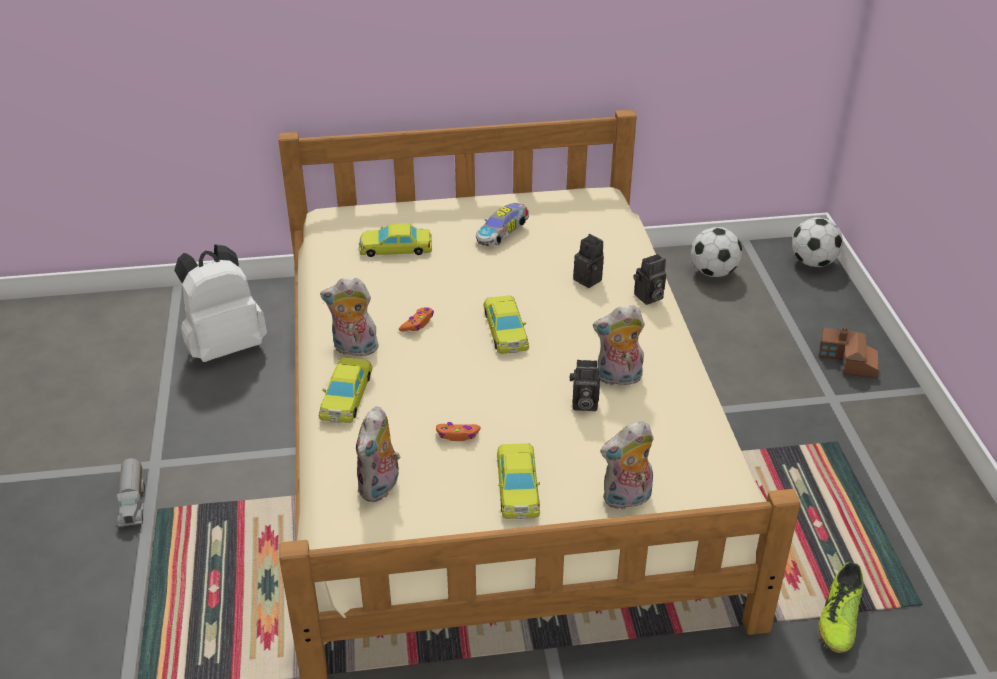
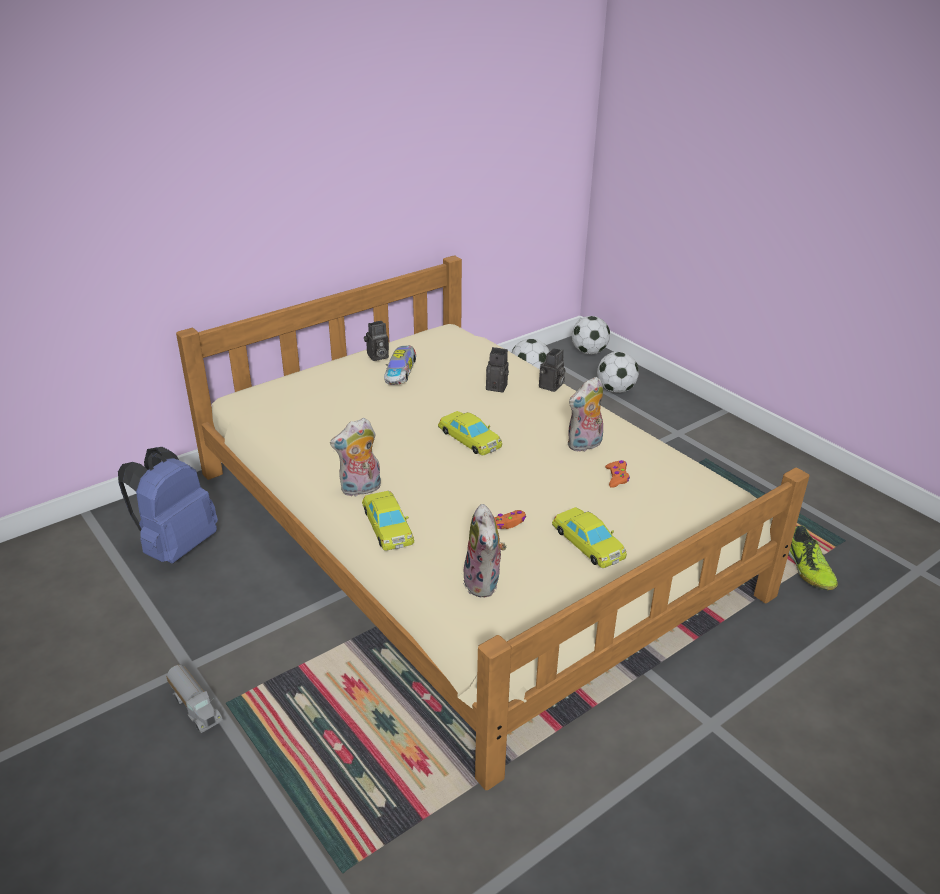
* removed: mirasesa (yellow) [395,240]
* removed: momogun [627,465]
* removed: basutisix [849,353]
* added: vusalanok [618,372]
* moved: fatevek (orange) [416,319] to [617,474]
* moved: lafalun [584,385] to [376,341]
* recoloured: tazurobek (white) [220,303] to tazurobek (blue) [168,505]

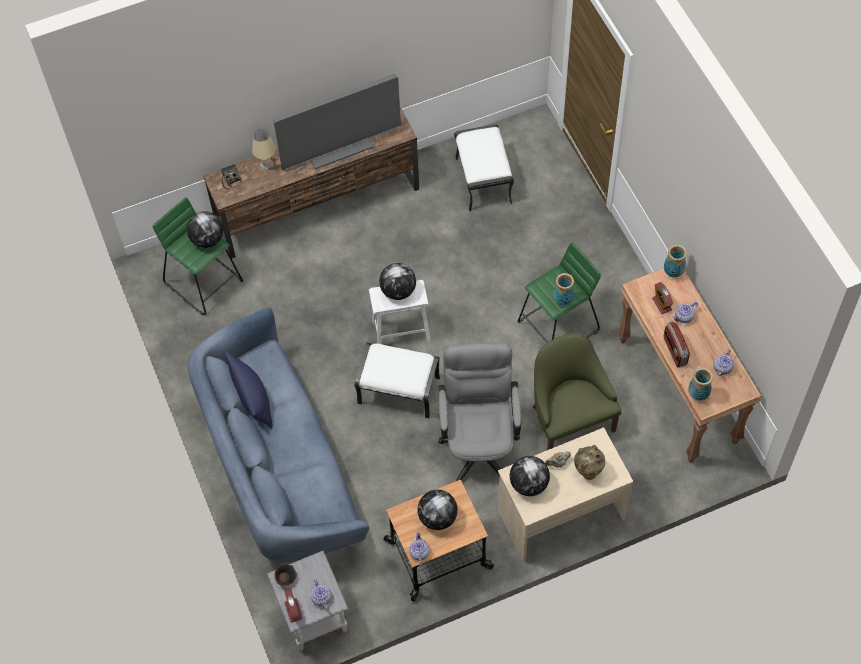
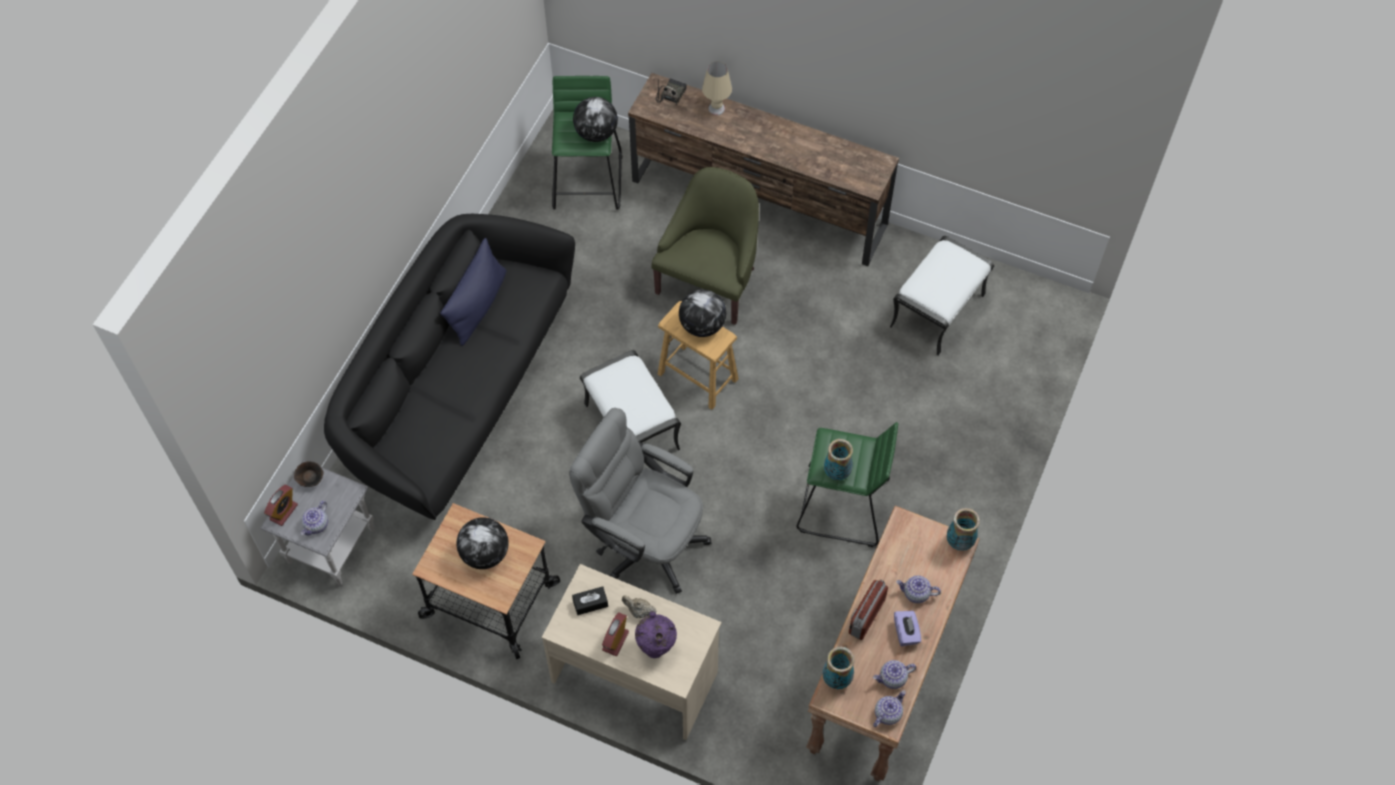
* removed: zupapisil [337,122]
* added: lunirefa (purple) [907,628]
* moved: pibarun [419,548] to [889,708]
* moved: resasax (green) [577,391] to [705,246]
* moved: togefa [662,298] to [615,634]
* replaced: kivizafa [530,476] to lunirefa (black) [590,600]
* recoloured: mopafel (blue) [278,435] to mopafel (black) [449,367]
* recoloured: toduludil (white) [400,312] to toduludil (brown) [698,355]
* recoloured: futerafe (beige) [589,462] to futerafe (purple) [656,634]
* turned: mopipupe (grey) [479,412] = [640,501] 105 degrees counterclockwise

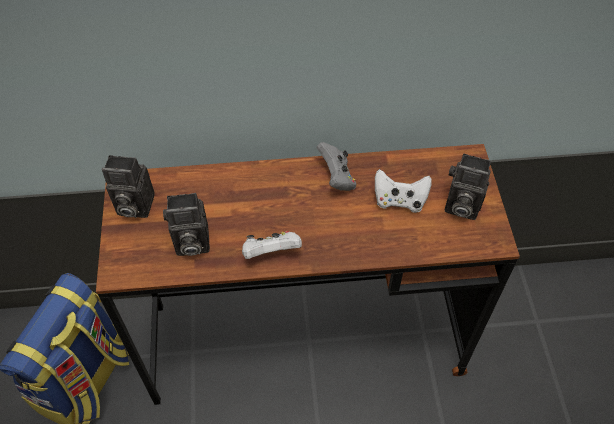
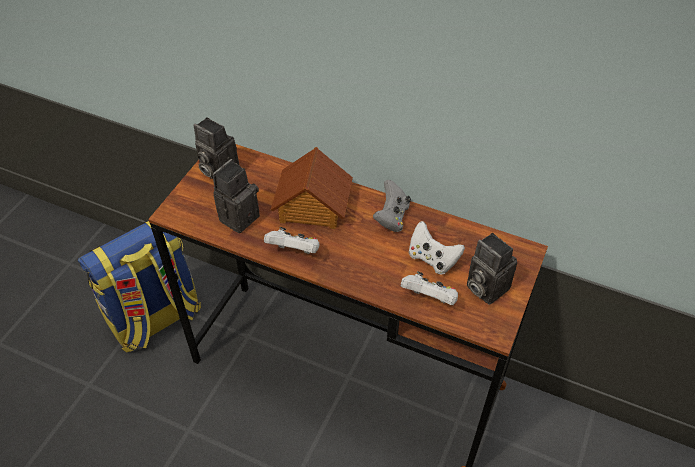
* added: basutisix [312,188]
* added: fatevek (white) [429,288]
* turned: lafalun [186,224] = [236,196] 105 degrees clockwise

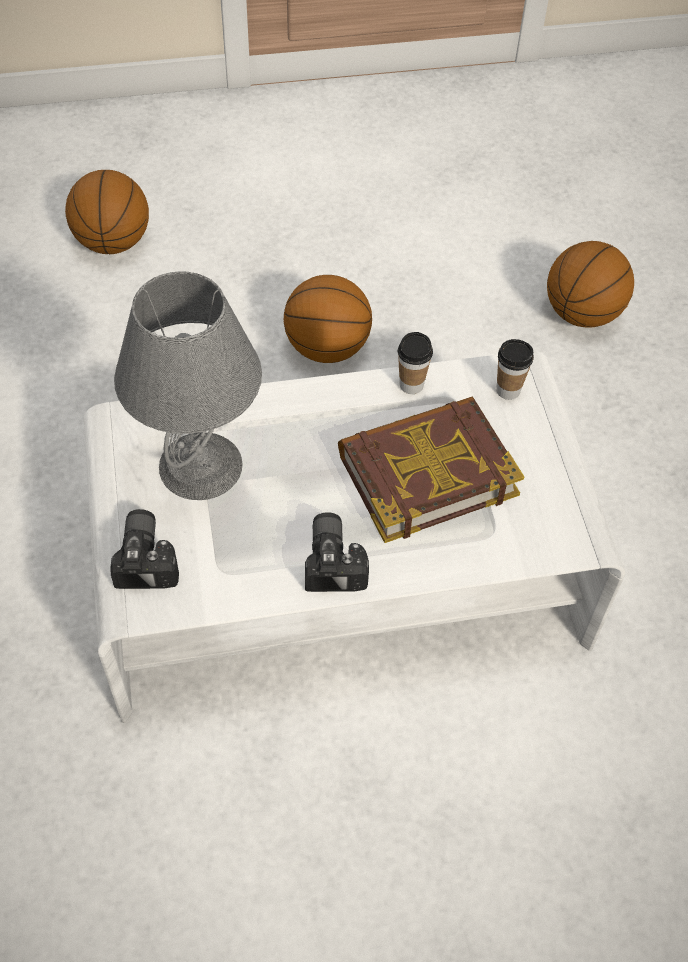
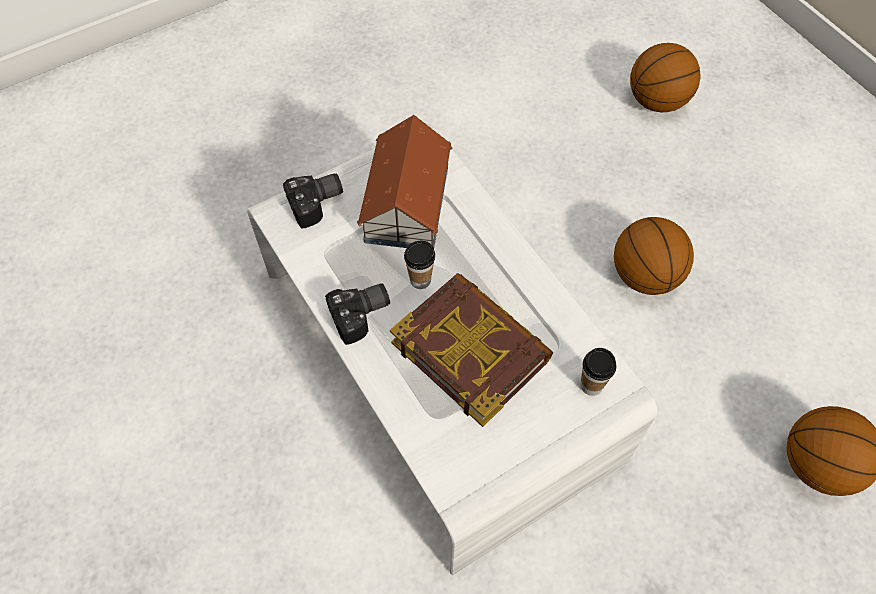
* moved: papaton [415,363] to [419,265]
* replaced: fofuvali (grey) [188,385] to basutisix [404,181]

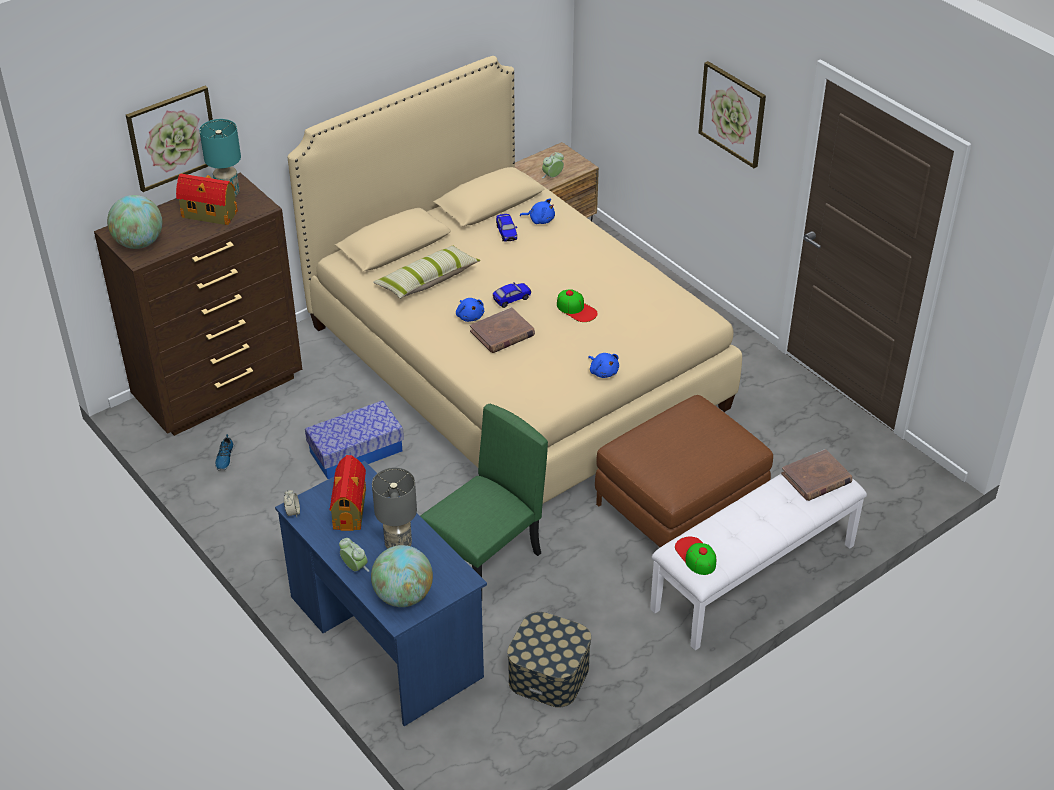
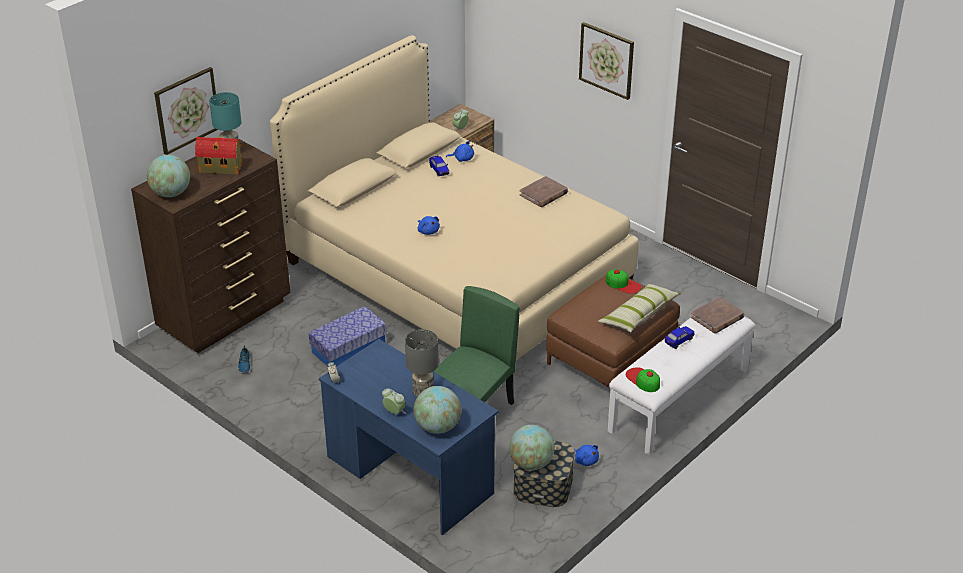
* removed: basutisix [347,493]
* added: kivizafa [532,447]
* moved: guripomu [426,272] to [639,308]
* moved: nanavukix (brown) [502,330] to [543,191]
* moved: mirasesa [512,295] to [680,337]
* moved: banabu [577,305] to [623,281]
* moved: momogun (blue) [603,365] to [586,455]

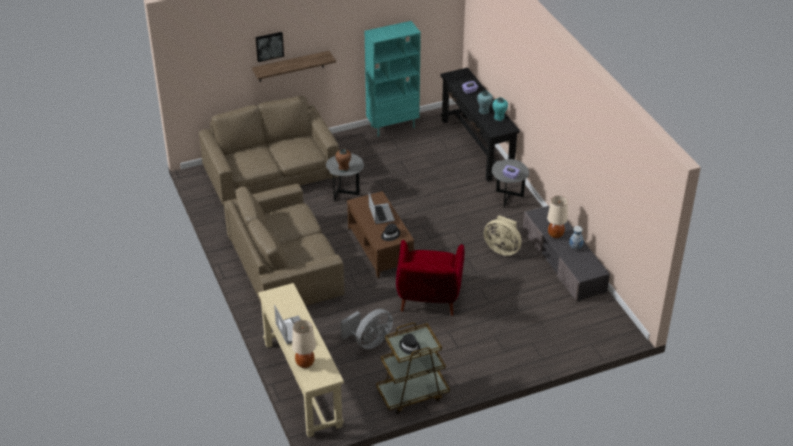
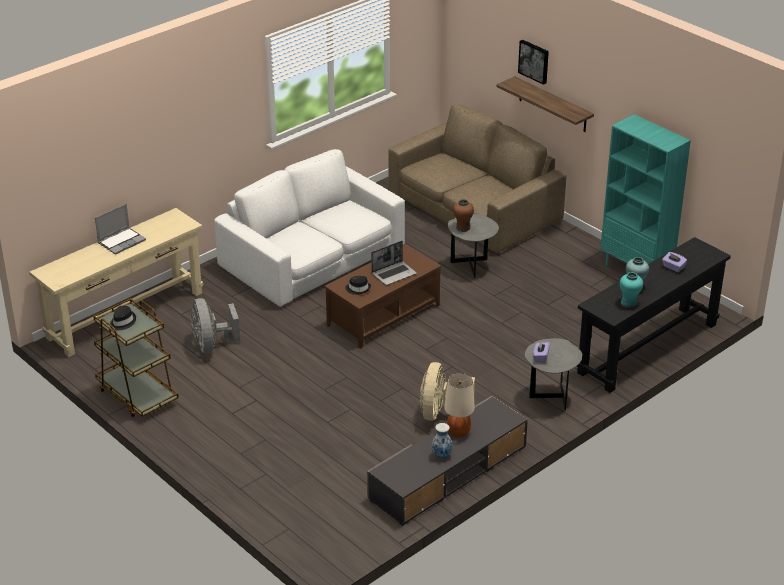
* removed: fofuvali (beige) [304,344]
* removed: resasax (red) [430,278]
* recoloured: mopafel (brown) [284,245] to mopafel (white) [309,228]
* turned: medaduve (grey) [367,329] = [215,325] 45 degrees clockwise

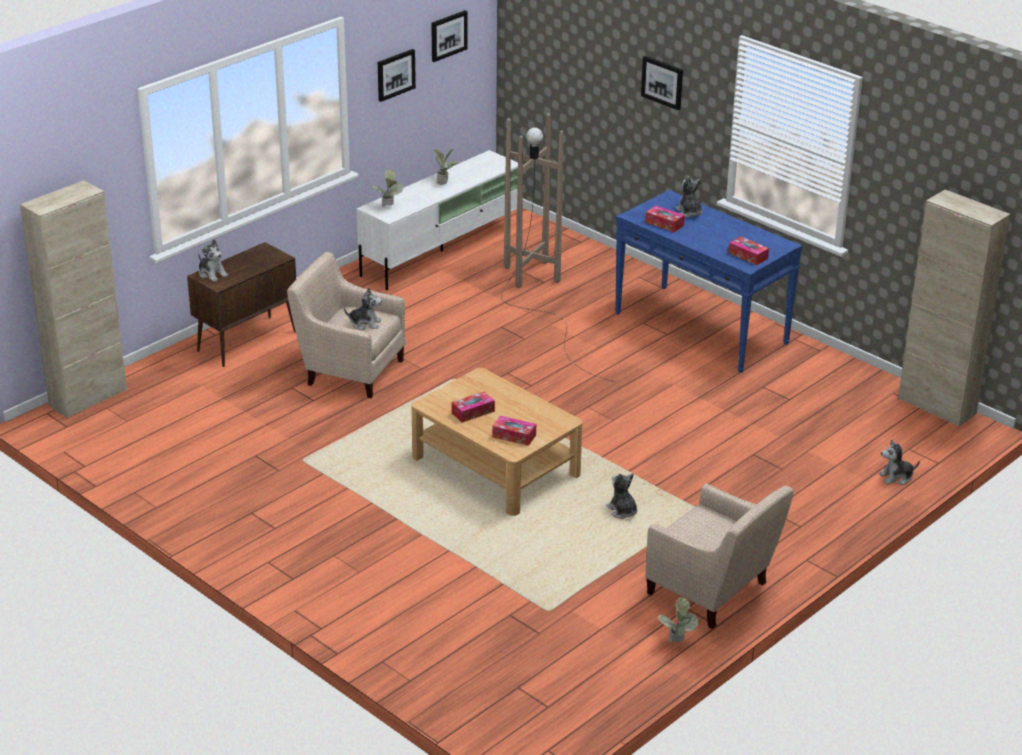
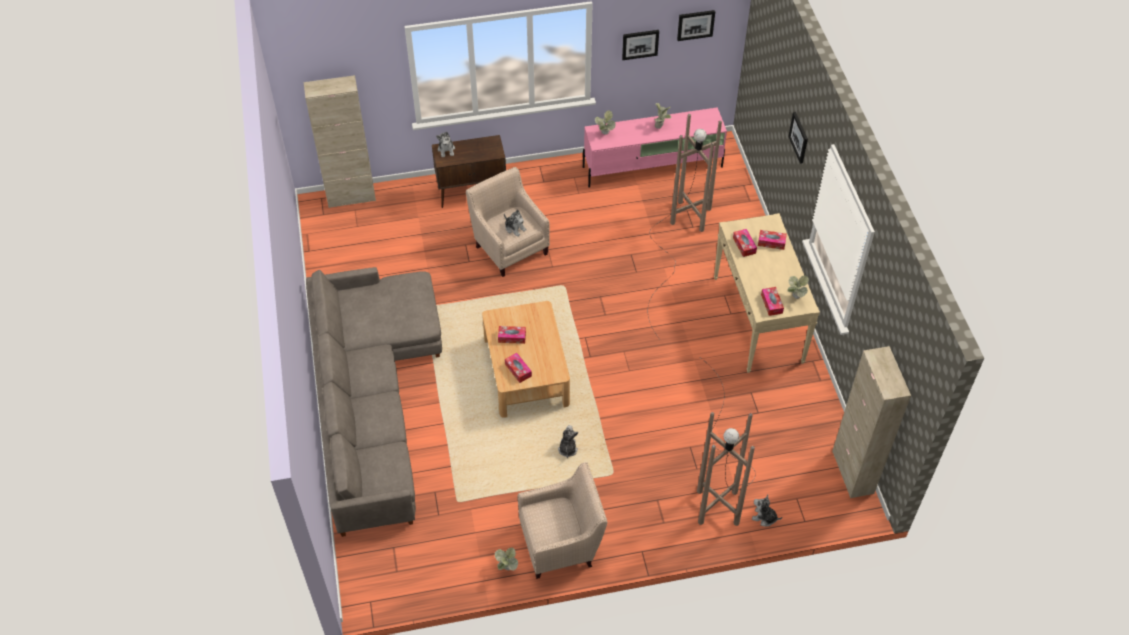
* added: mopafel (grey) [374,402]
* added: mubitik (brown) [726,442]
* added: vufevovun [798,287]
* replaced: momogun [689,197] to lunirefa [772,240]
* recoloured: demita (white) [437,220] to demita (pink) [655,147]
* recoloured: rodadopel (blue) [709,281] to rodadopel (beige) [767,293]
* turned: resasax (beige) [719,556] = [562,520] 90 degrees counterclockwise

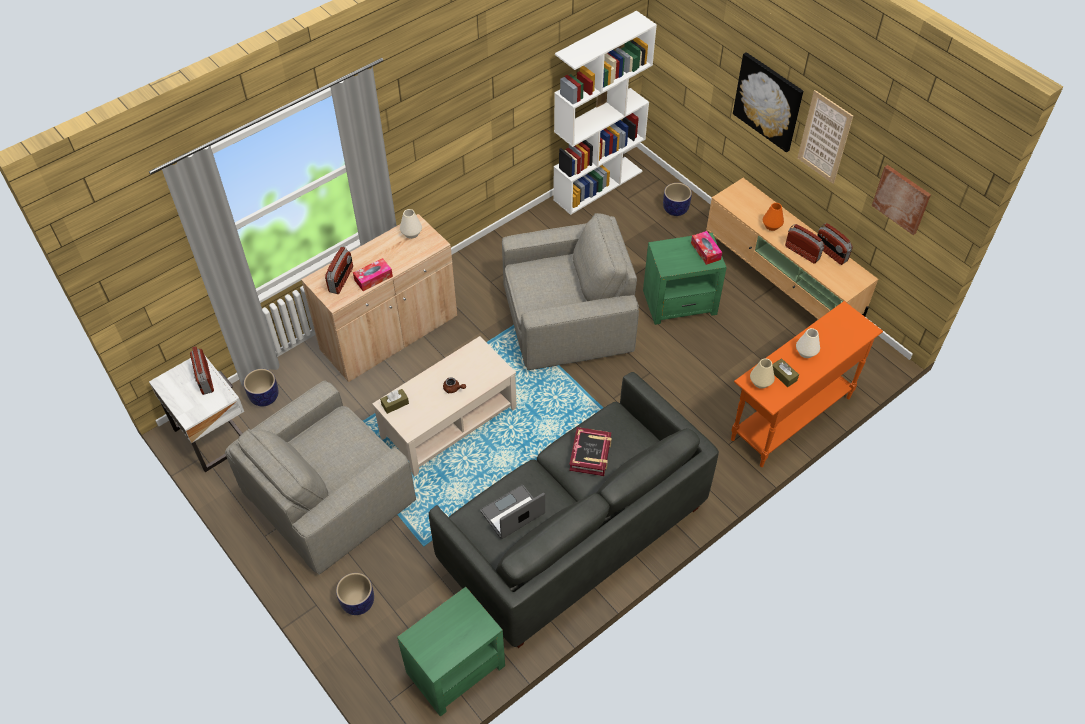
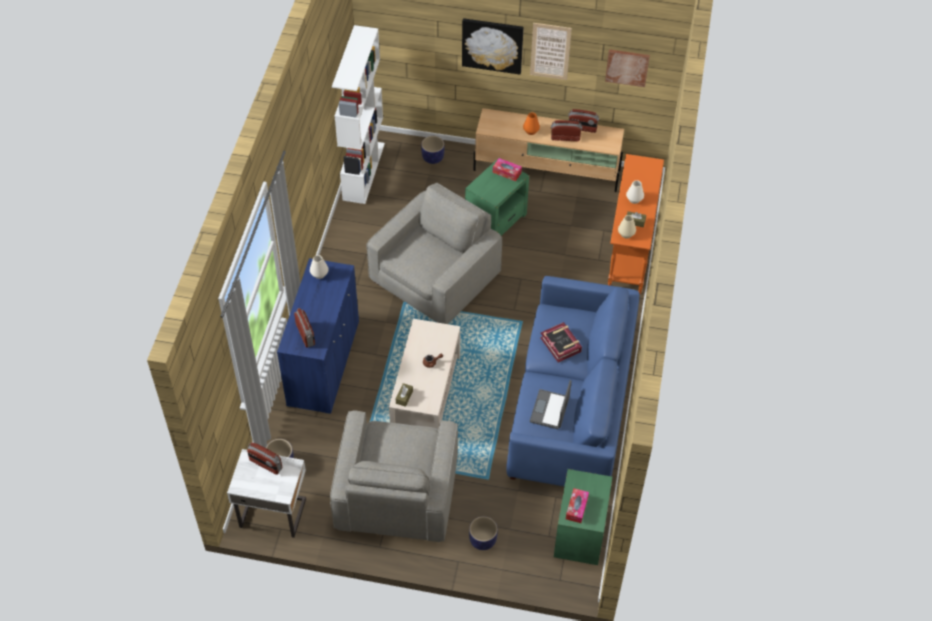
* moved: lunirefa [373,274] to [577,505]
* recoloured: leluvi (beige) [379,298] to leluvi (blue) [318,336]
* recoloured: mopafel (grey) [574,510] to mopafel (blue) [572,381]

